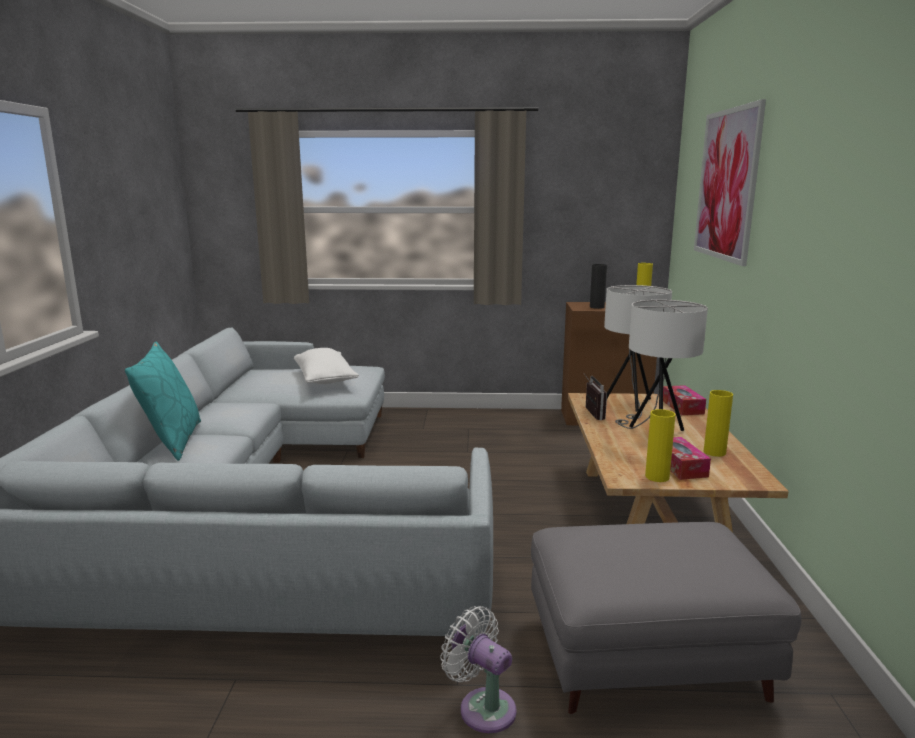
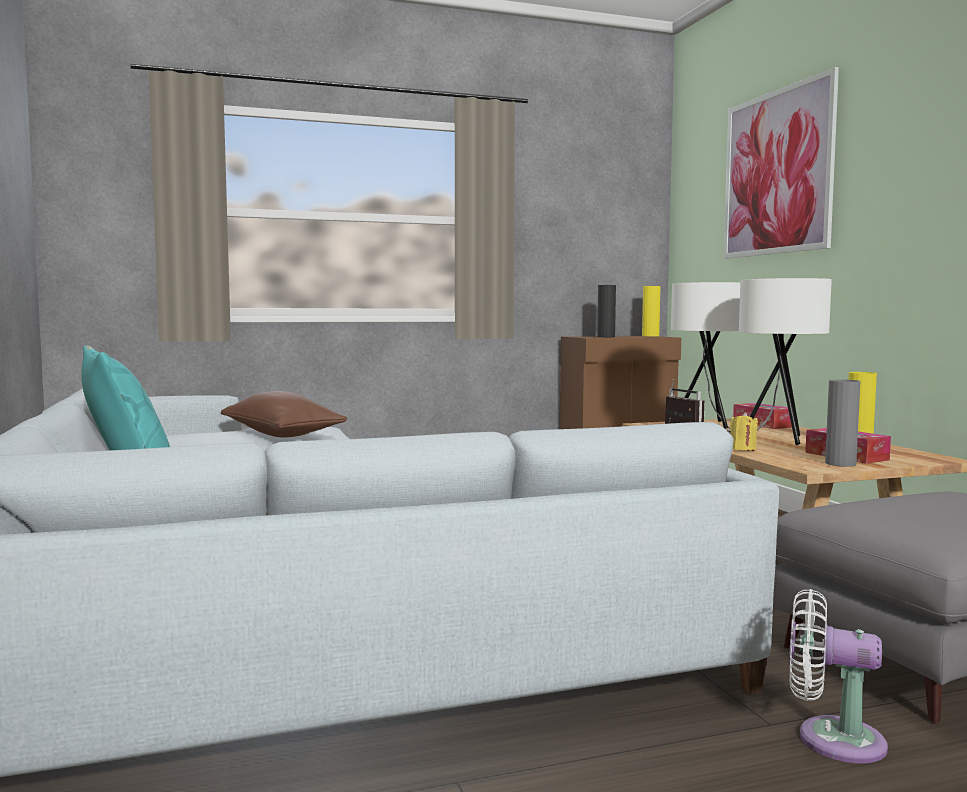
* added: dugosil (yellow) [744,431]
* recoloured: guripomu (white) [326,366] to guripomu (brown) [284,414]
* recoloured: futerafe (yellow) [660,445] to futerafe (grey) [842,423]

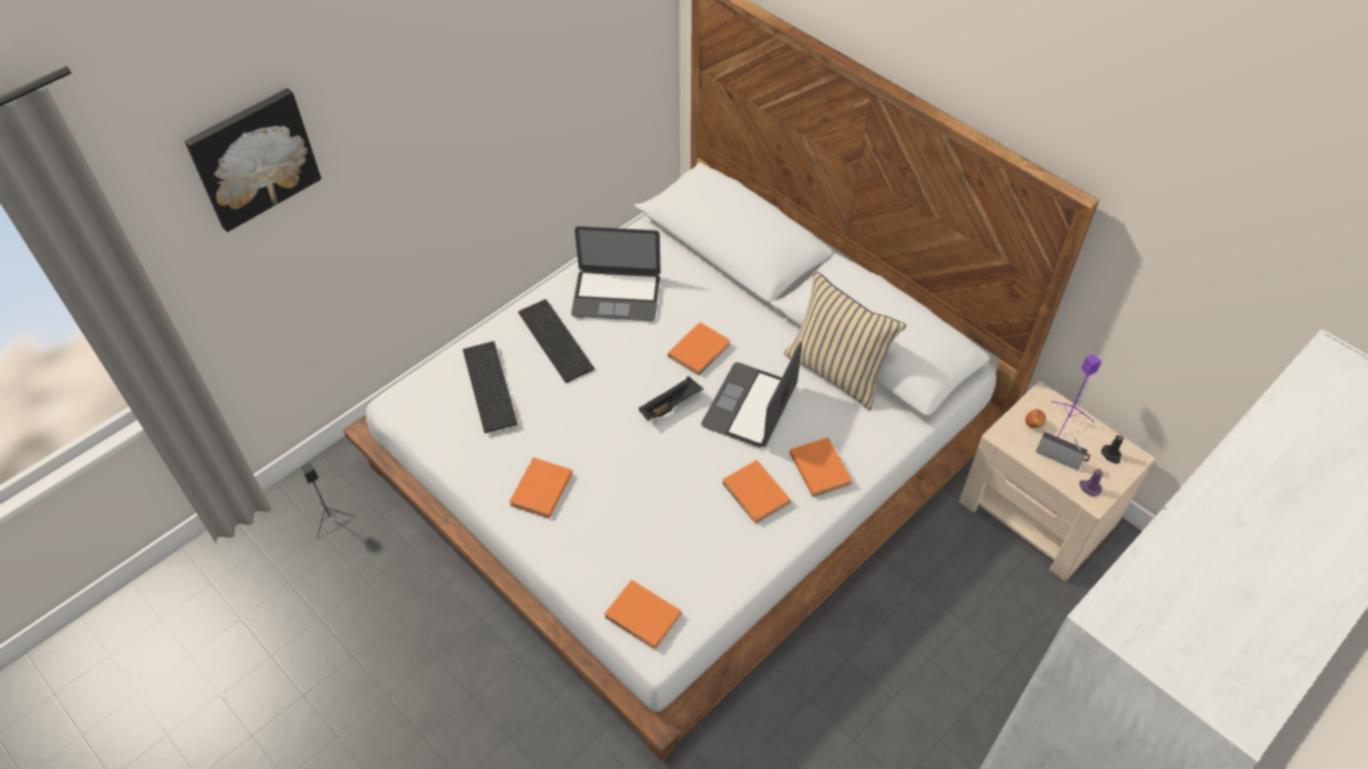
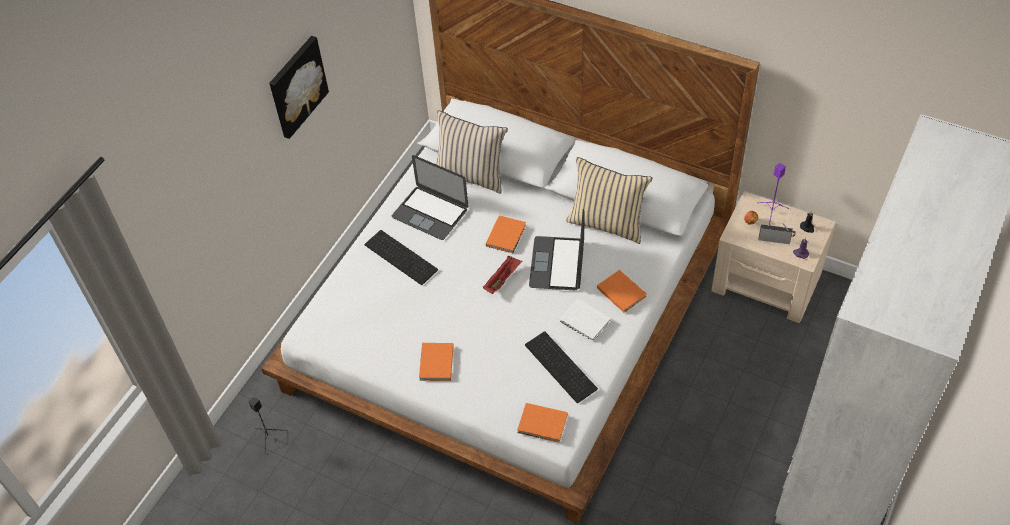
* added: guripomu (beige) [472,152]
* moved: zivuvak [253,160] to [299,87]
* moved: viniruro [490,387] to [561,367]
* recoloured: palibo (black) [671,399] to palibo (red) [502,275]
* recoloured: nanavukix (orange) [756,492] to nanavukix (white) [585,320]
* turned: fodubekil [616,273] = [430,197] 45 degrees clockwise

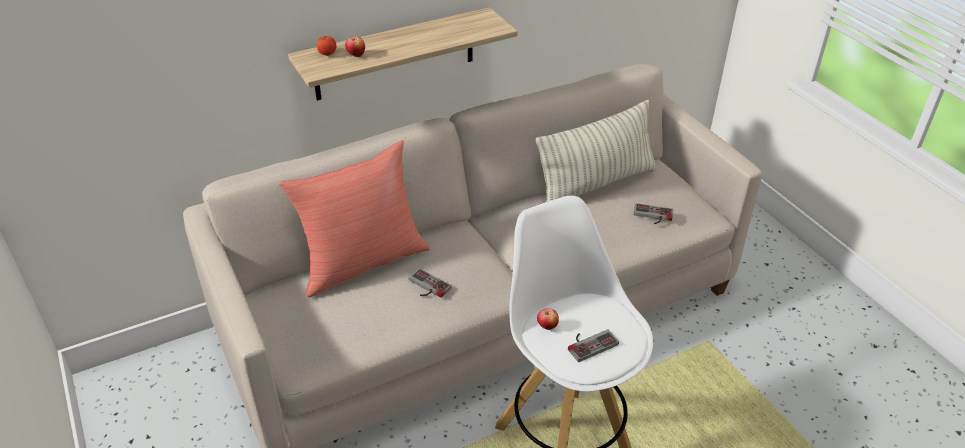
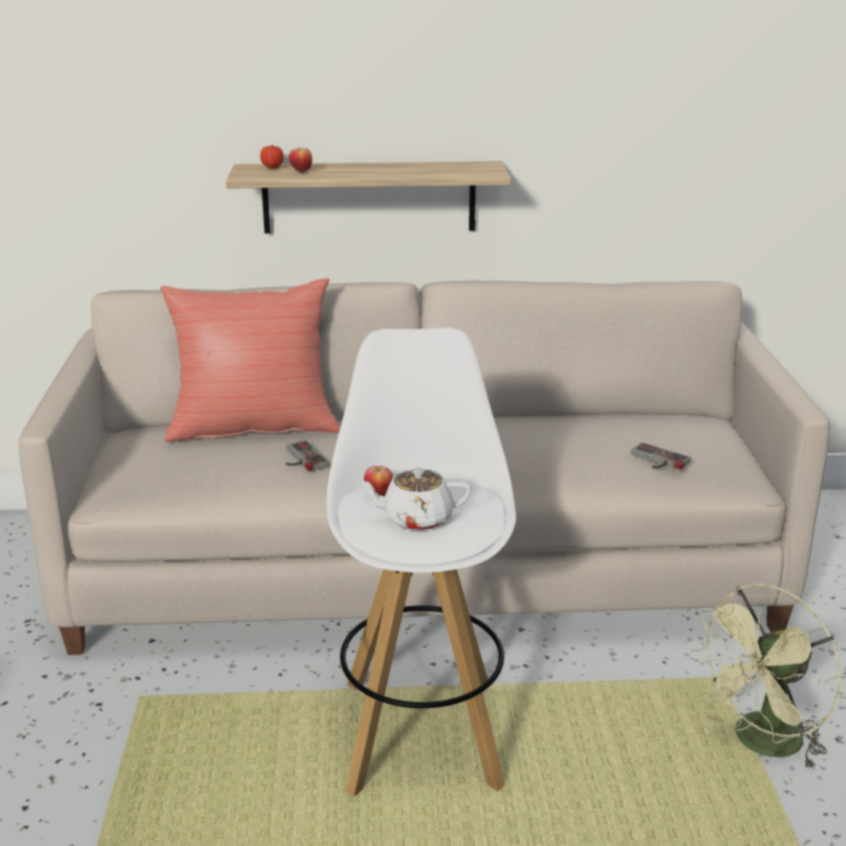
* removed: guripomu [596,151]
* added: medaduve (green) [766,677]
* replaced: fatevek [593,345] to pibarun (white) [414,499]

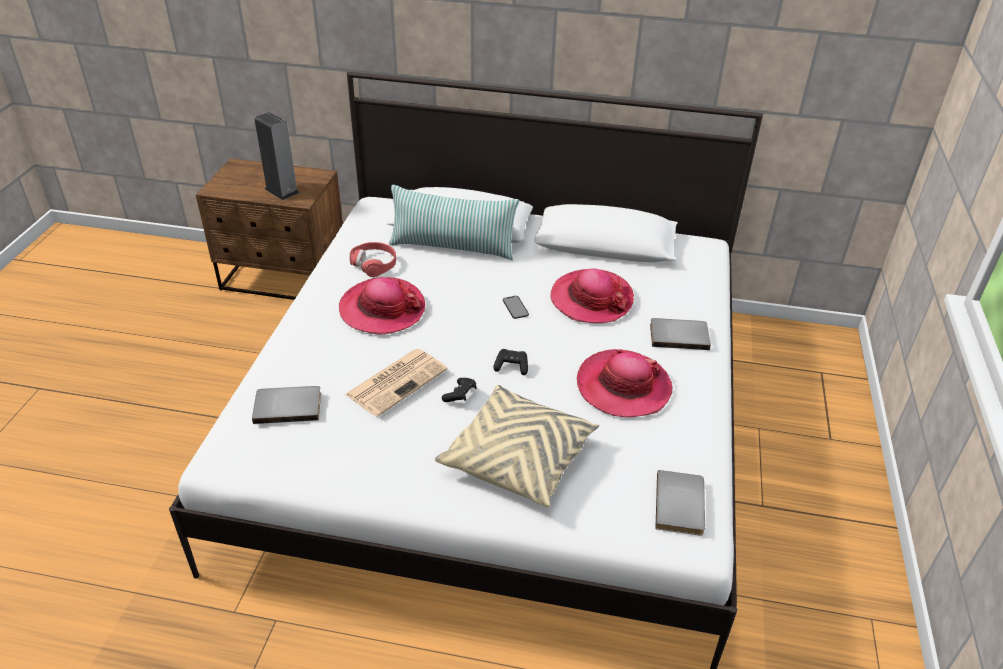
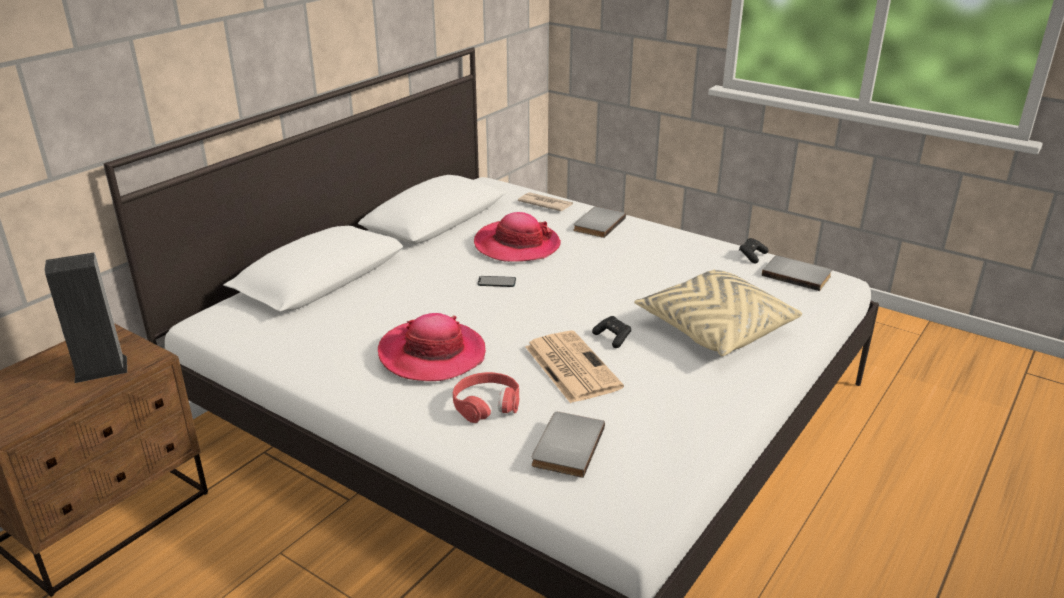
* removed: guripomu [454,222]
* removed: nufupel [624,383]
* added: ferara [545,201]
* moved: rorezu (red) [373,259] to [486,397]
* moved: fatevek (black) [510,362] to [753,250]

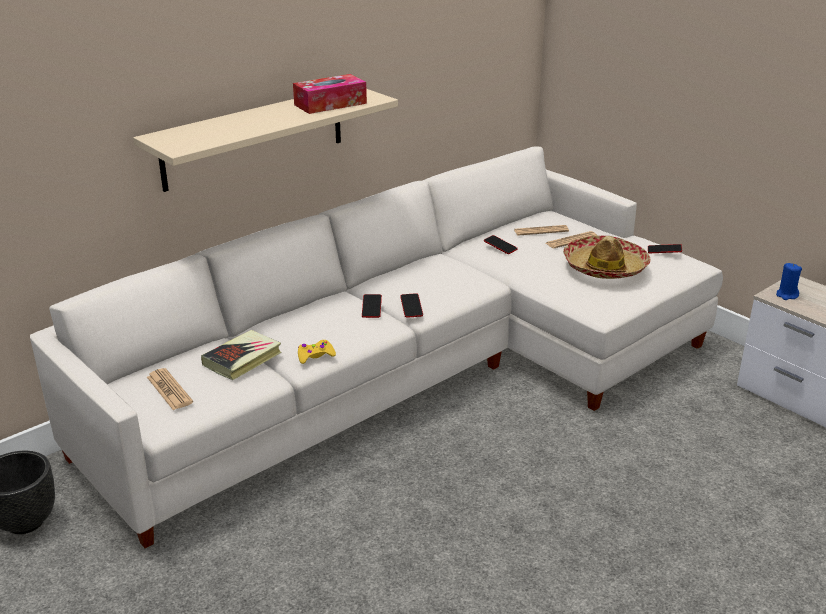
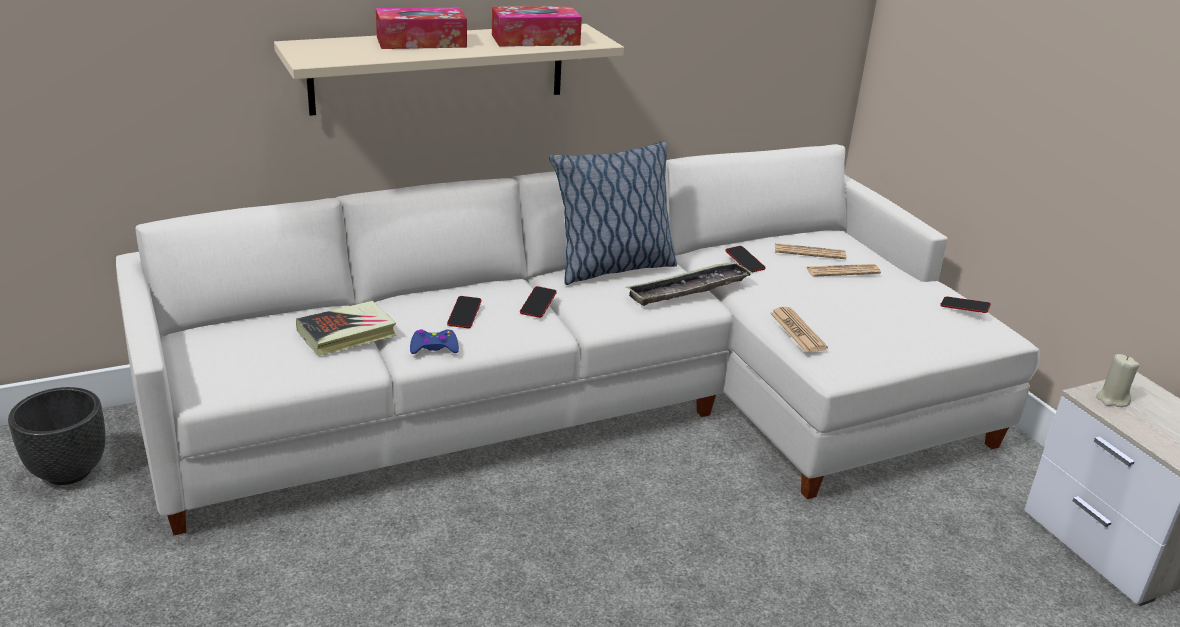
* removed: nufupel [606,257]
* added: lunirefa [421,28]
* added: guripomu [613,213]
* added: palibo [690,283]
* moved: ferara [170,389] to [799,329]
* moved: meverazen [411,305] to [464,312]
* recoloured: fatevek (yellow) [317,352] to fatevek (blue) [434,342]
* recoloured: dugosil (blue) [789,281] to dugosil (beige) [1117,380]

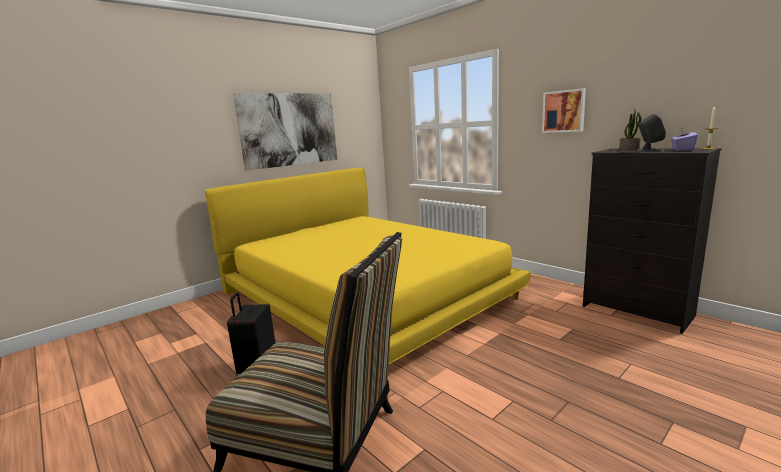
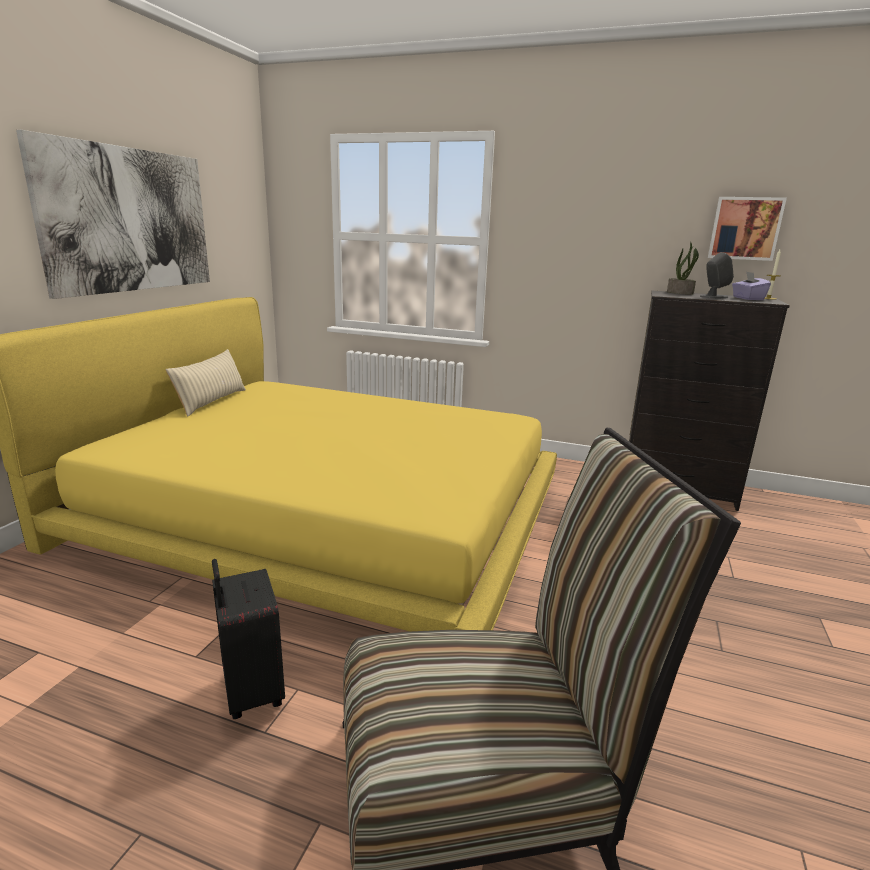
* added: guripomu (beige) [205,383]
* moved: zivuvak [564,110] to [747,229]

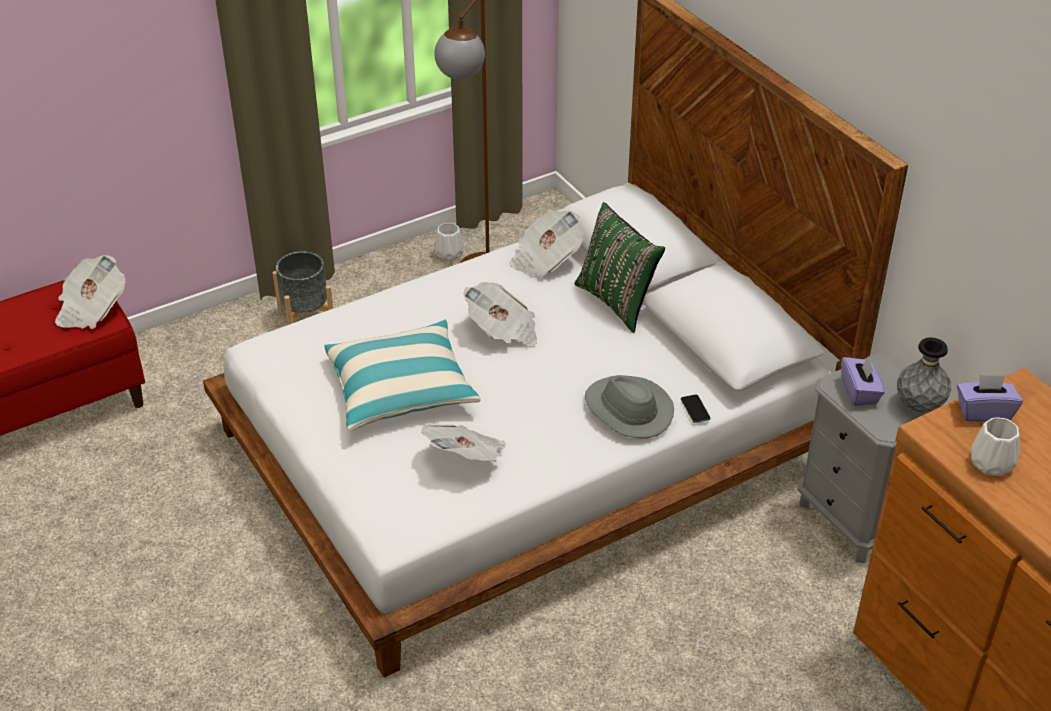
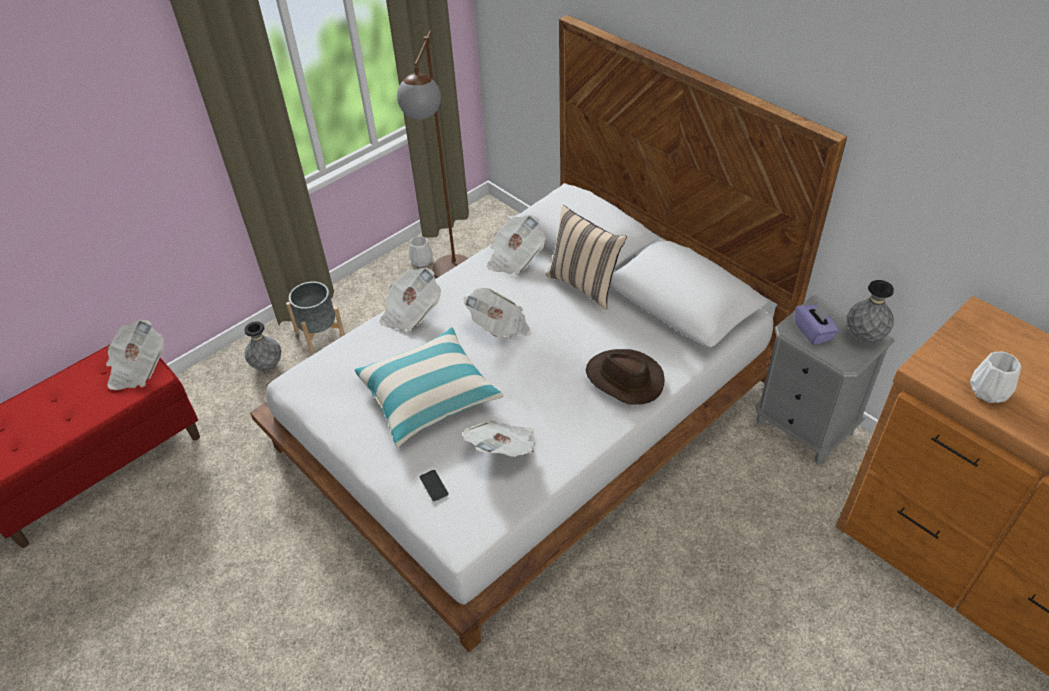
* removed: lunirefa (purple) [990,398]
* added: futerafe (grey) [262,346]
* added: ferara [410,300]
* moved: meverazen [696,408] to [434,486]
* recoloured: guripomu (green) [620,267] to guripomu (beige) [586,257]
* recoloured: nufupel (grey) [629,406] to nufupel (brown) [625,377]

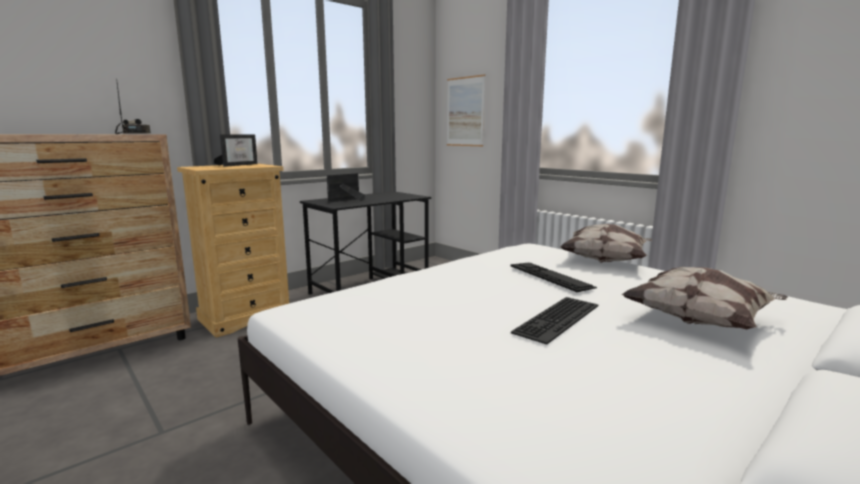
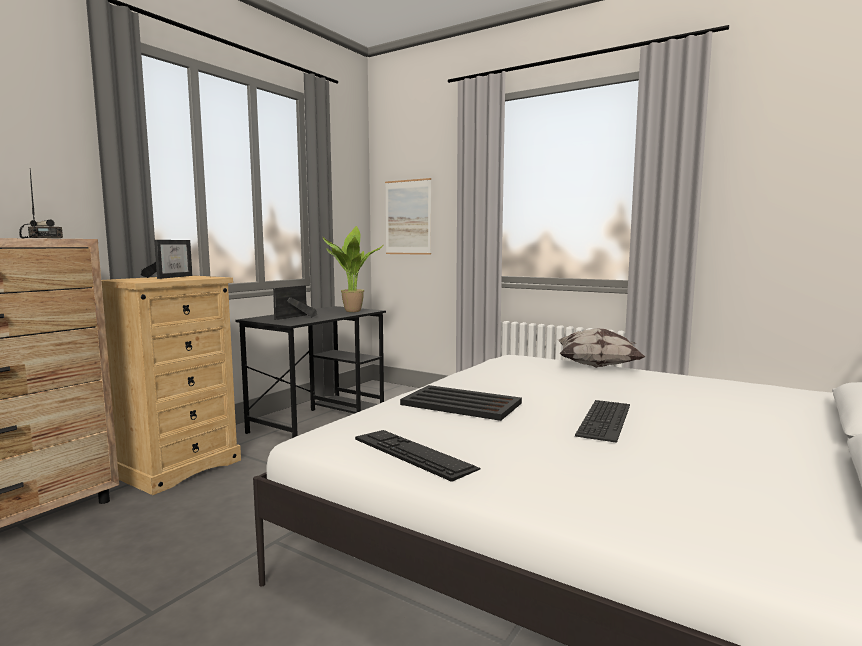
* removed: guripomu [704,298]
* added: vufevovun [353,269]
* added: palibo (black) [461,403]
* moved: viniruro [554,277] to [417,456]

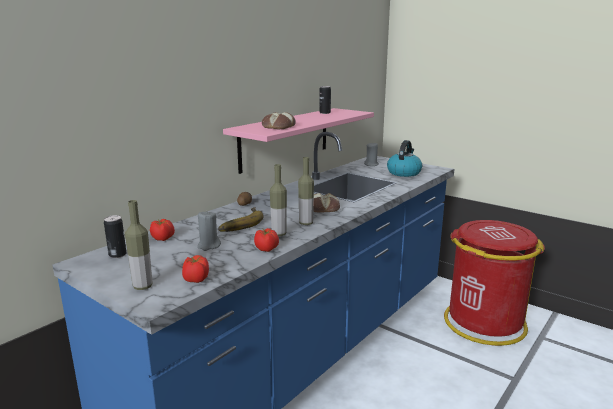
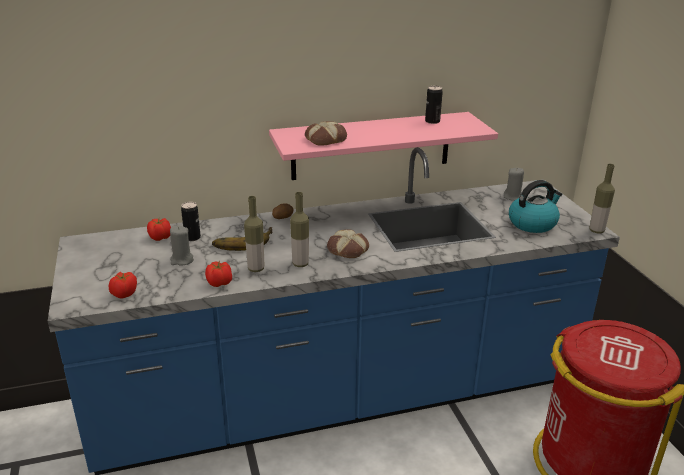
* moved: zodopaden [115,236] to [191,221]
* moved: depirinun [138,245] to [602,199]

